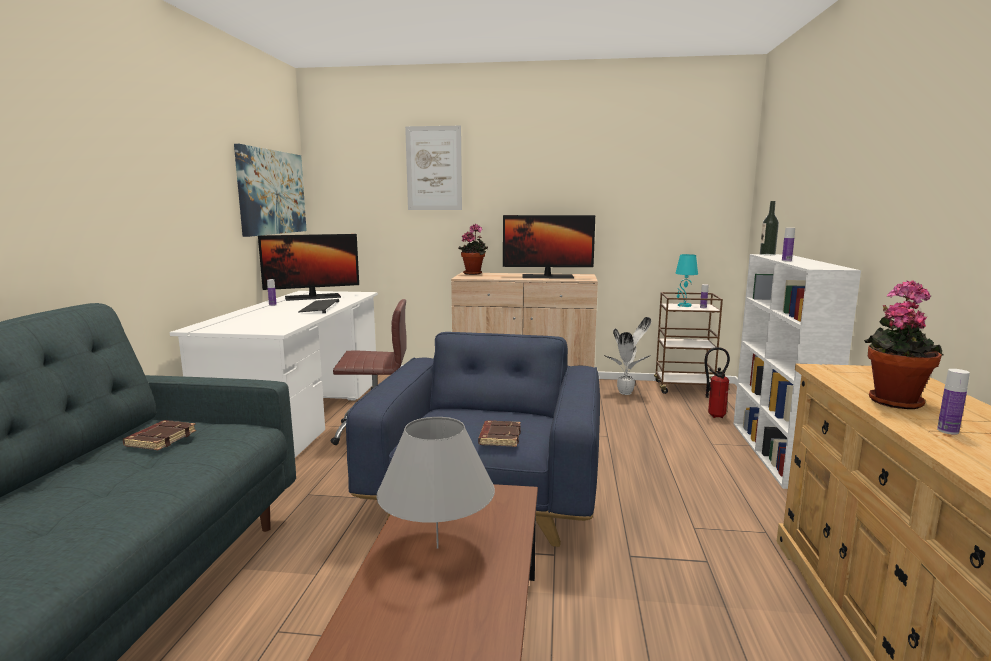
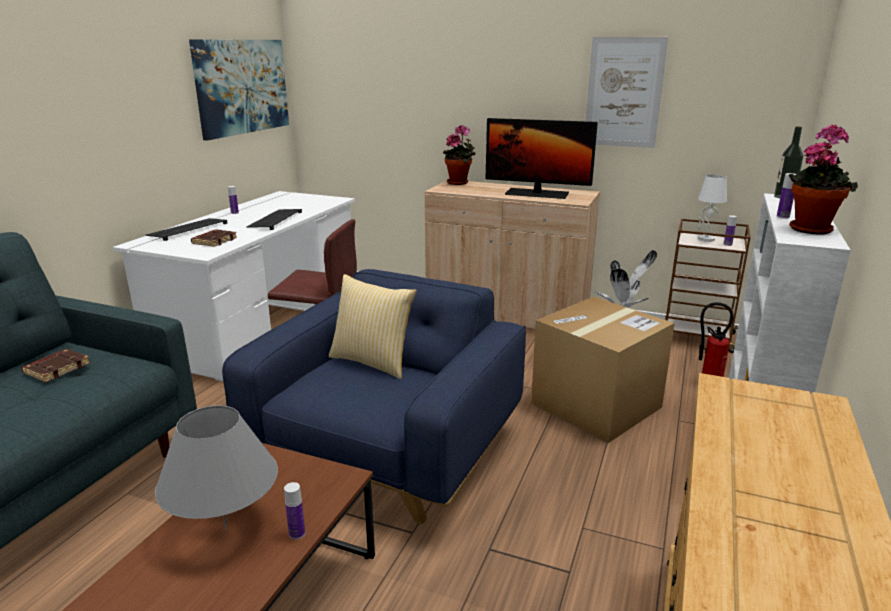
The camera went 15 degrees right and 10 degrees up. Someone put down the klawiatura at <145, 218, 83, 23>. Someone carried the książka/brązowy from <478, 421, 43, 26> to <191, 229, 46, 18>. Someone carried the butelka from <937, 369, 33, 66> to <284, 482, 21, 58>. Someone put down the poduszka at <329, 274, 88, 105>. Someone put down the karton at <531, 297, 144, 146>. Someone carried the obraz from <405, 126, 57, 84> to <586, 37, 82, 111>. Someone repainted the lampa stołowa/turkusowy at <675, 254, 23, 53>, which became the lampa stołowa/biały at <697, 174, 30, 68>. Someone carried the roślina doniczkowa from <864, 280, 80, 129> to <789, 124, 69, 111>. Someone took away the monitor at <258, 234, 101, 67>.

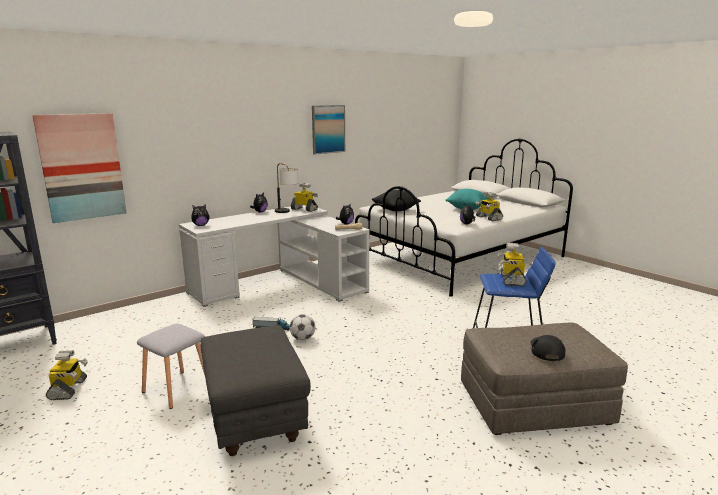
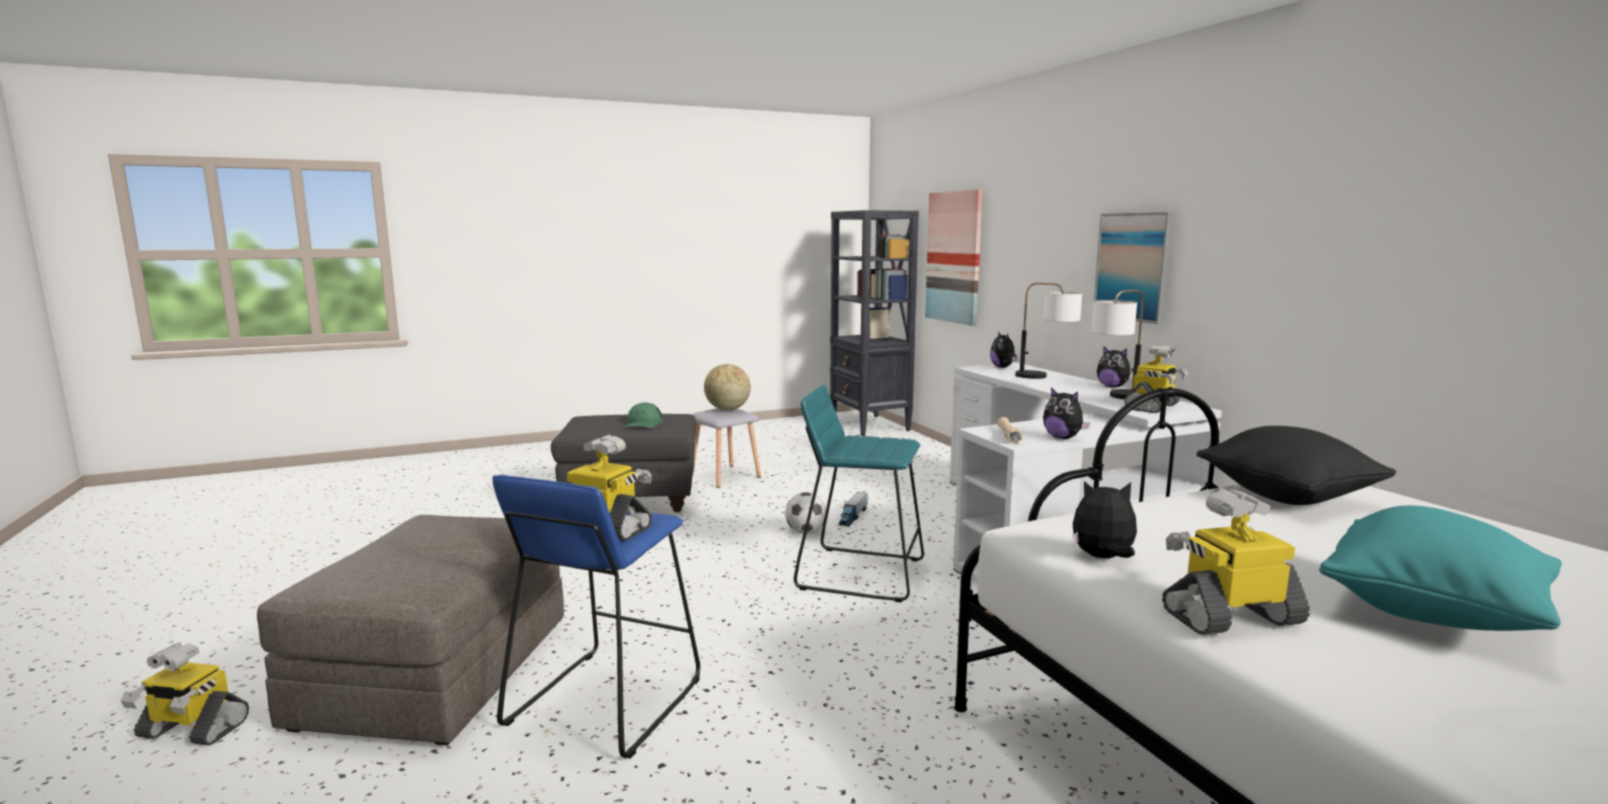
The camera went 105 degrees right and 5 degrees down. Someone carried the robot zabawkowy from <46, 350, 42, 50> to <121, 643, 128, 103>. Someone put down the czapka z daszkiem/zielony at <625, 403, 37, 25>. Someone put down the globus at <704, 364, 47, 46>. Someone put down the stołek/turkusowy at <794, 385, 130, 217>. Someone put down the lampa stołowa at <1015, 282, 67, 97>. Someone carried the obraz from <312, 105, 33, 50> to <1094, 212, 79, 112>. Someone took away the czapka z daszkiem/czarny at <530, 335, 36, 26>.

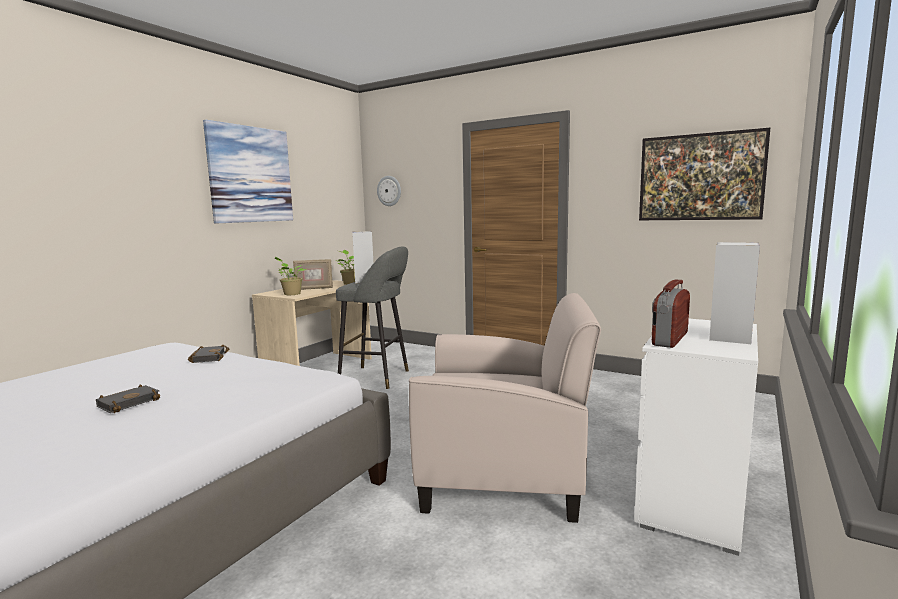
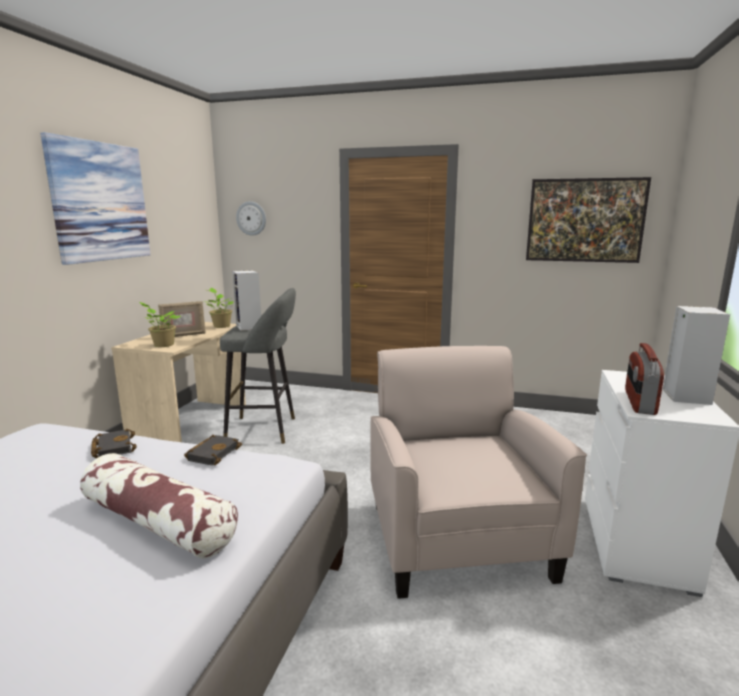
The camera went 15 degrees left and 5 degrees up. Someone put down the poduszka at <80, 453, 158, 106>. Someone carried the książka/czarny from <96, 384, 64, 29> to <184, 435, 58, 31>. Someone rotated the fotel/beżowy at <409, 293, 192, 230> by 90 degrees counterclockwise.

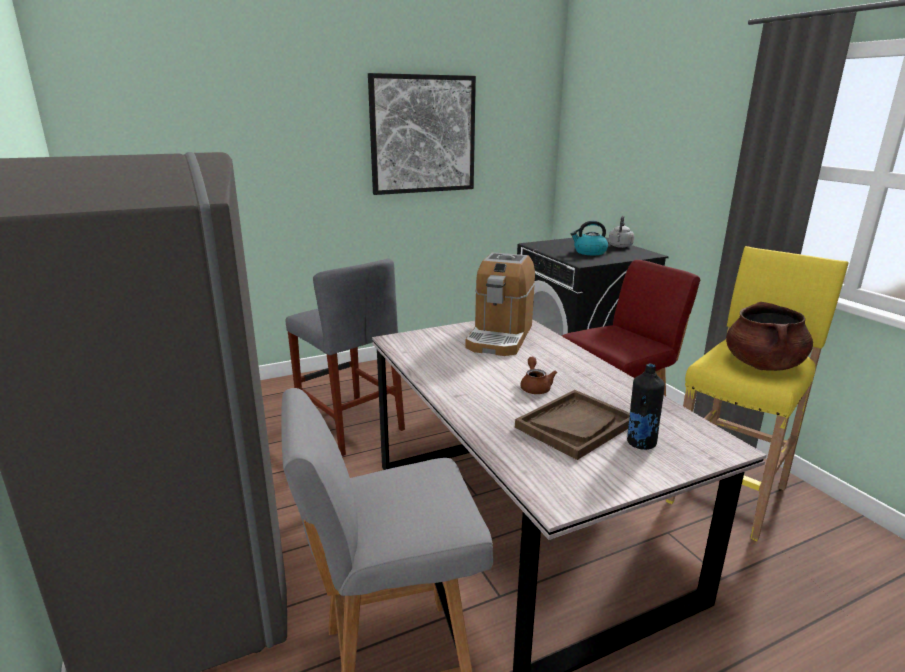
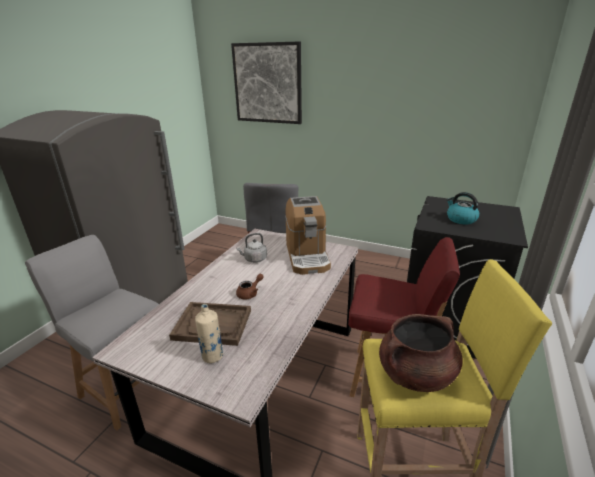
The camera went 50 degrees right and 5 degrees up. Someone repainted the butelka/czarny at <627, 364, 38, 86>, which became the butelka/beżowy at <195, 304, 28, 59>. Someone carried the obraz from <368, 73, 108, 122> to <231, 42, 71, 82>. Someone carried the czajnik/szary from <609, 215, 25, 33> to <236, 233, 31, 30>. Someone rotated the ekspres do kawy at <465, 252, 70, 104> by 75 degrees counterclockwise.

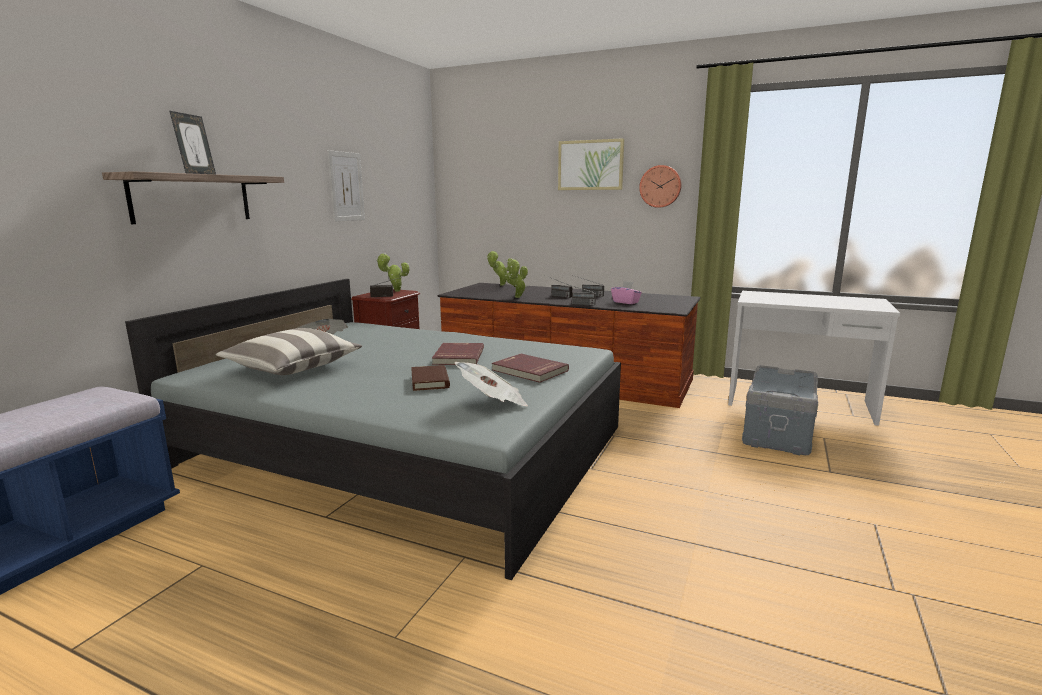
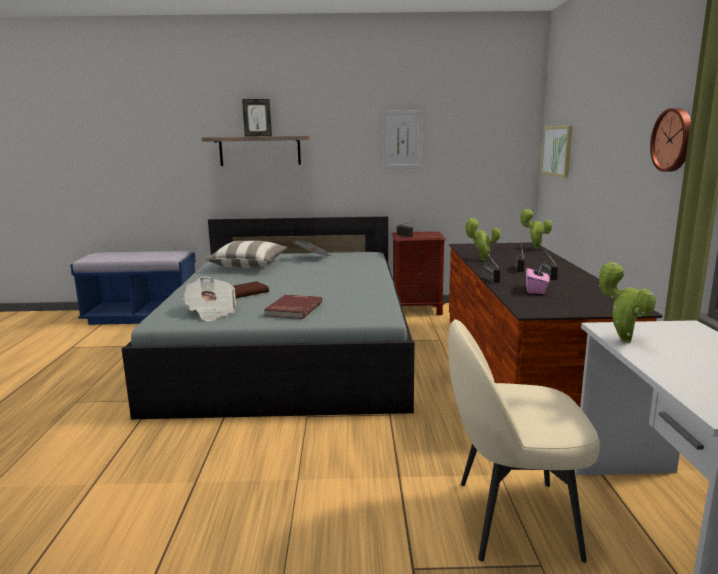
The camera went 65 degrees right and 0 degrees up. Someone swapped the pojemnik do przechowywania/szary at <742, 365, 76, 90> for the krzesło/beżowy at <449, 319, 151, 244>. Someone carried the obraz from <558, 138, 66, 52> to <541, 126, 32, 52>. Someone carried the roślina doniczkowa from <377, 253, 32, 39> to <598, 262, 58, 81>. Someone took away the książka/czerwony at <432, 343, 52, 22>.

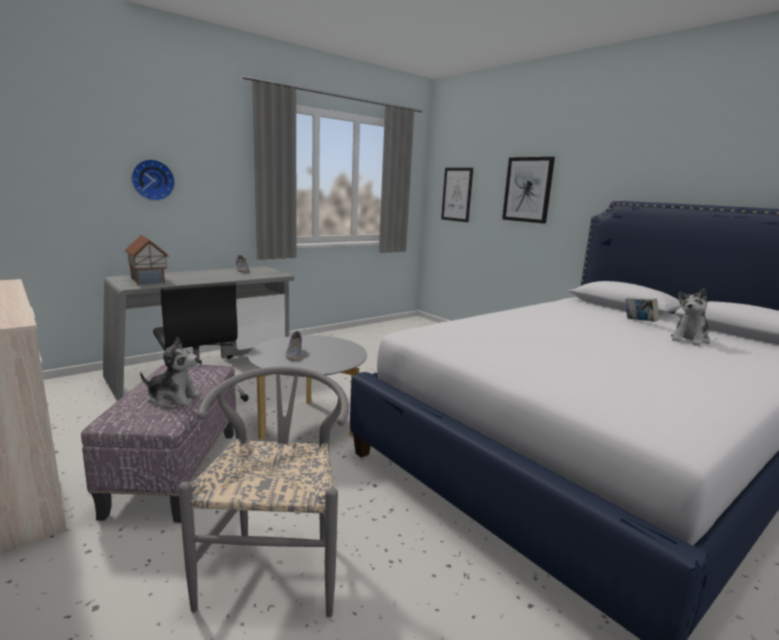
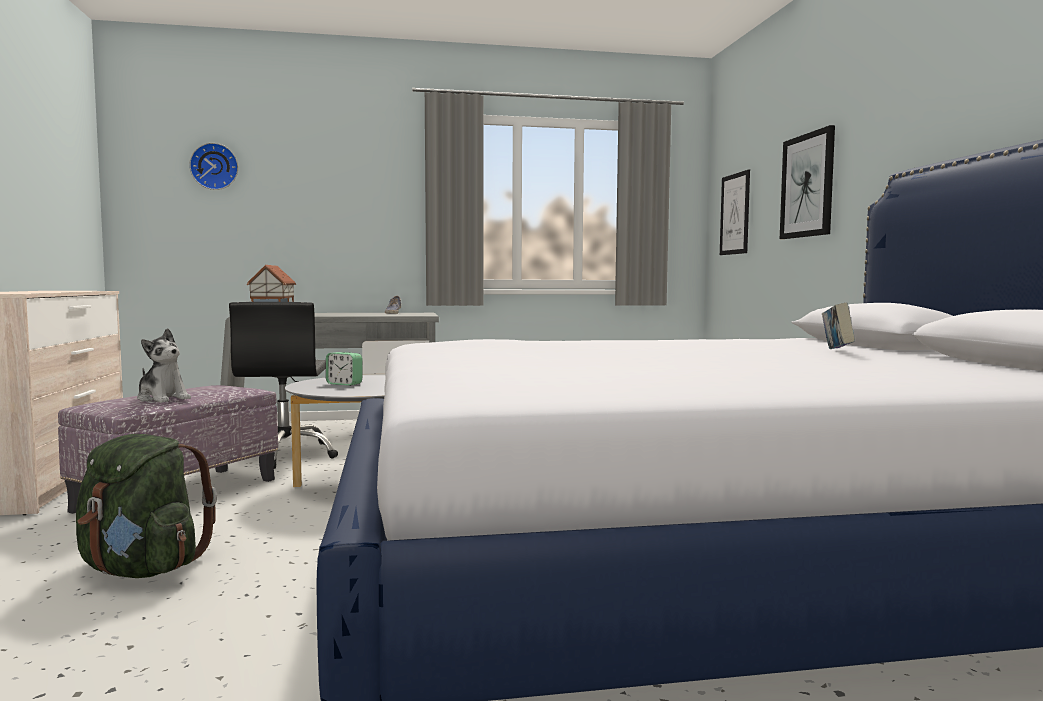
The camera went 30 degrees right and 10 degrees down. Someone swapped the krzesło/szary at <178, 366, 171, 252> for the plecak/zielony at <76, 434, 141, 144>. Someone carried the zegar ścienny from <131, 159, 44, 42> to <189, 143, 49, 47>. Someone swapped the but at <286, 331, 16, 30> for the budzik at <326, 352, 37, 34>. Someone took away the pluszak at <671, 288, 39, 58>.

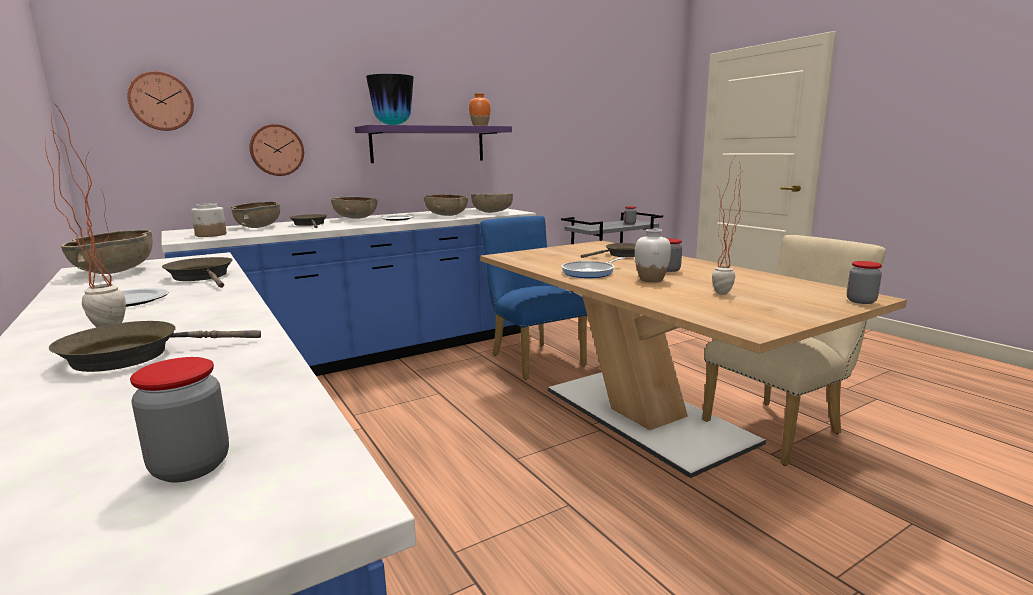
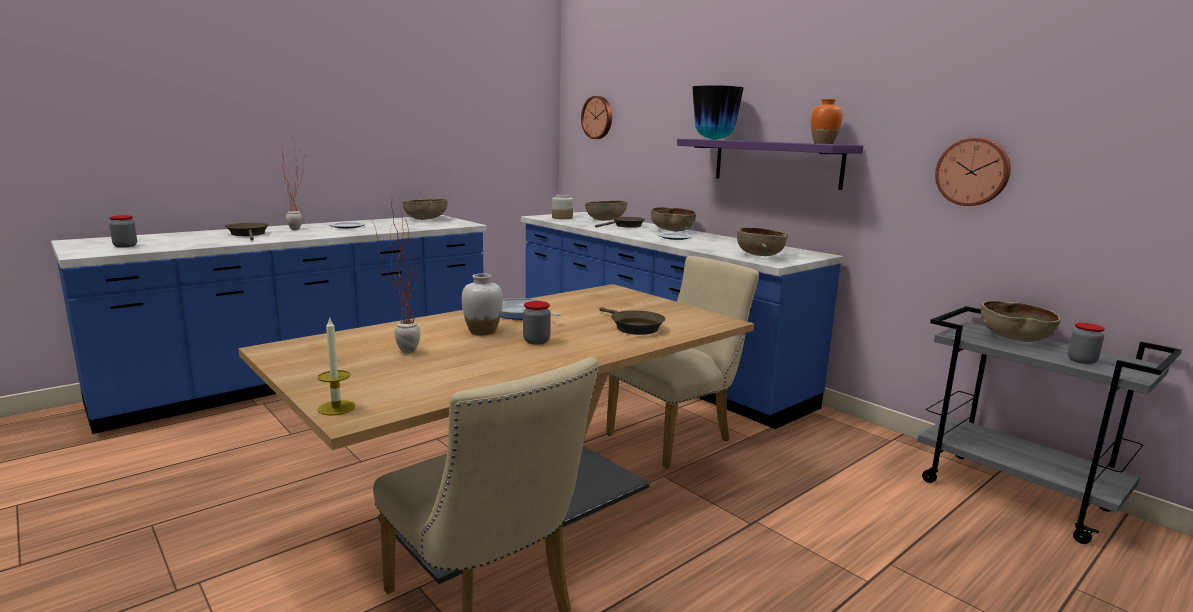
The camera went 80 degrees right and 0 degrees up. Someone swapped the słoik at <847, 261, 35, 43> for the świeca at <318, 317, 37, 99>. Someone repainted the krzesło/niebieski at <480, 216, 107, 164>, which became the krzesło/beżowy at <606, 256, 154, 213>. Someone carried the zegar ścienny from <249, 124, 55, 52> to <935, 138, 76, 68>. Someone carried the miska/brązowy from <424, 194, 44, 22> to <981, 301, 80, 41>. Someone took away the patelnia/brązowy at <162, 257, 71, 31>.

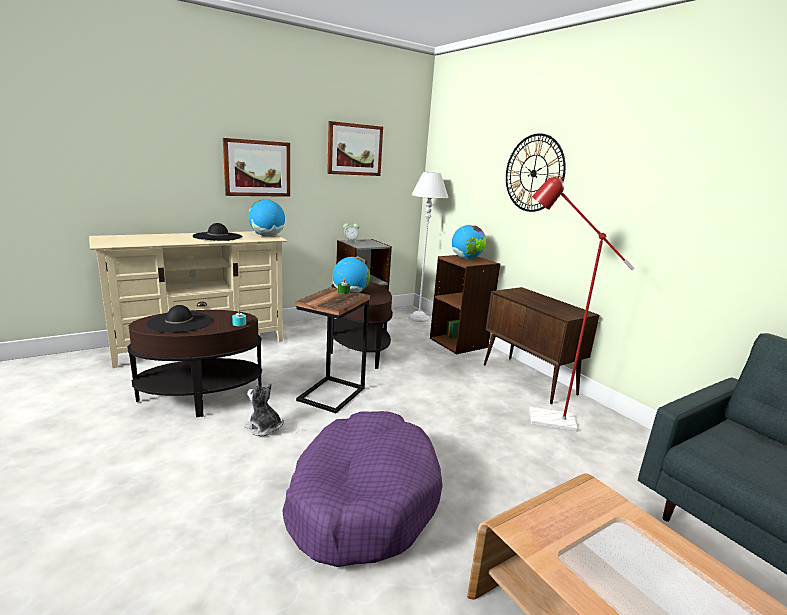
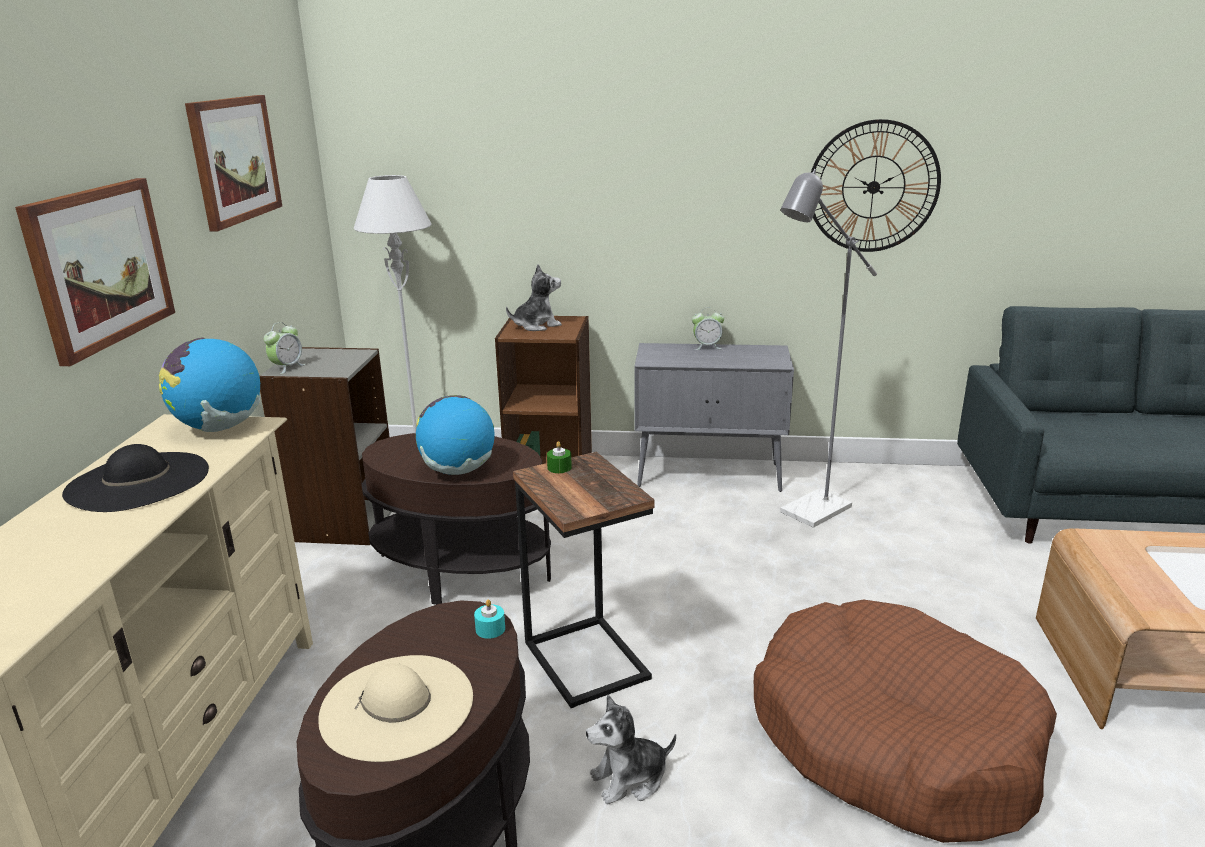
The camera went 50 degrees left and 5 degrees up. Someone repainted the kapelusz/czarny at <146, 305, 66, 28>, which became the kapelusz/beżowy at <318, 655, 155, 107>. Someone swapped the globus at <452, 225, 34, 34> for the pluszak at <506, 264, 56, 67>. Someone repainted the szafka/brązowy at <484, 287, 115, 117>, which became the szafka/szary at <634, 343, 160, 149>. Someone put down the budzik at <692, 308, 32, 42>. Someone repainted the legowisko/fioletowy at <282, 411, 161, 156>, which became the legowisko/brązowy at <754, 599, 303, 244>. Someone repainted the lampa stojąca/czerwony at <529, 176, 106, 256>, which became the lampa stojąca/szary at <780, 169, 97, 359>. Someone carried the zegar ścienny from <506, 133, 60, 79> to <811, 119, 130, 133>.

